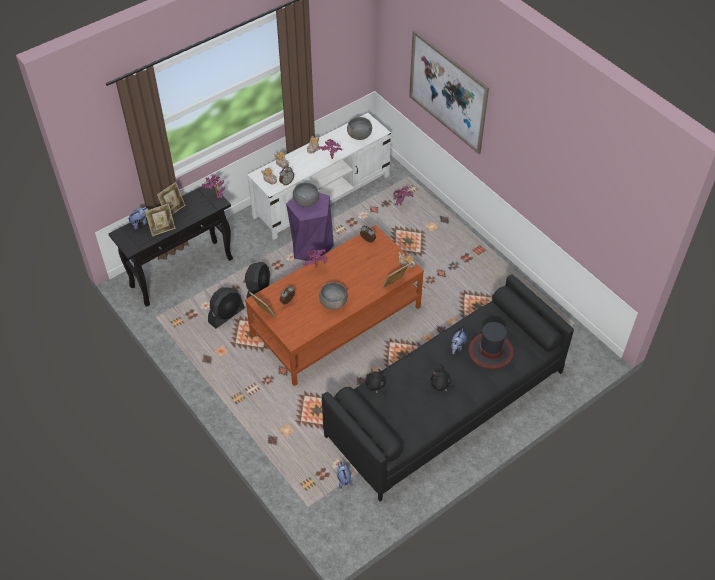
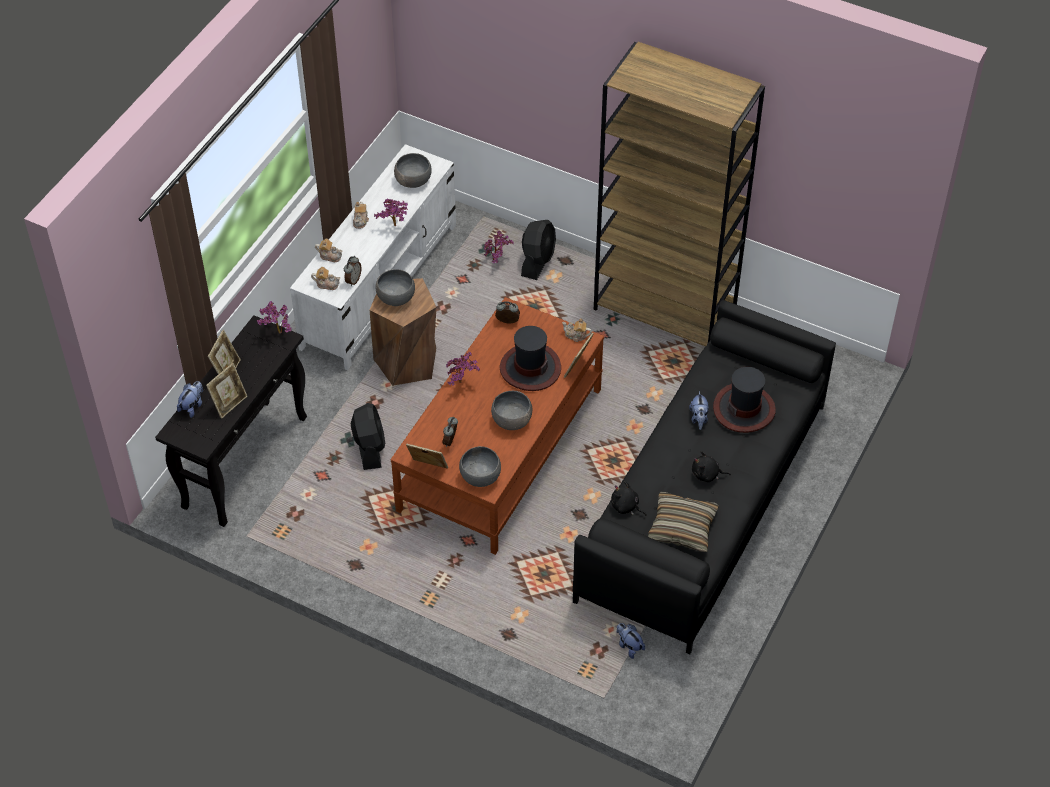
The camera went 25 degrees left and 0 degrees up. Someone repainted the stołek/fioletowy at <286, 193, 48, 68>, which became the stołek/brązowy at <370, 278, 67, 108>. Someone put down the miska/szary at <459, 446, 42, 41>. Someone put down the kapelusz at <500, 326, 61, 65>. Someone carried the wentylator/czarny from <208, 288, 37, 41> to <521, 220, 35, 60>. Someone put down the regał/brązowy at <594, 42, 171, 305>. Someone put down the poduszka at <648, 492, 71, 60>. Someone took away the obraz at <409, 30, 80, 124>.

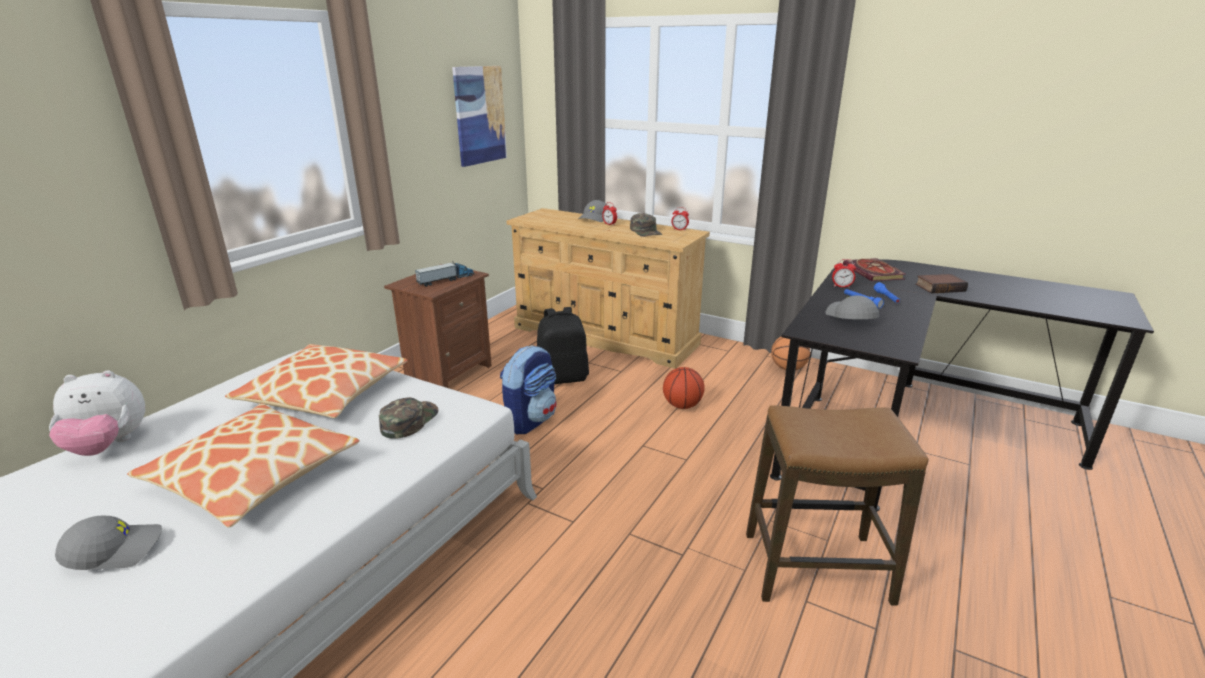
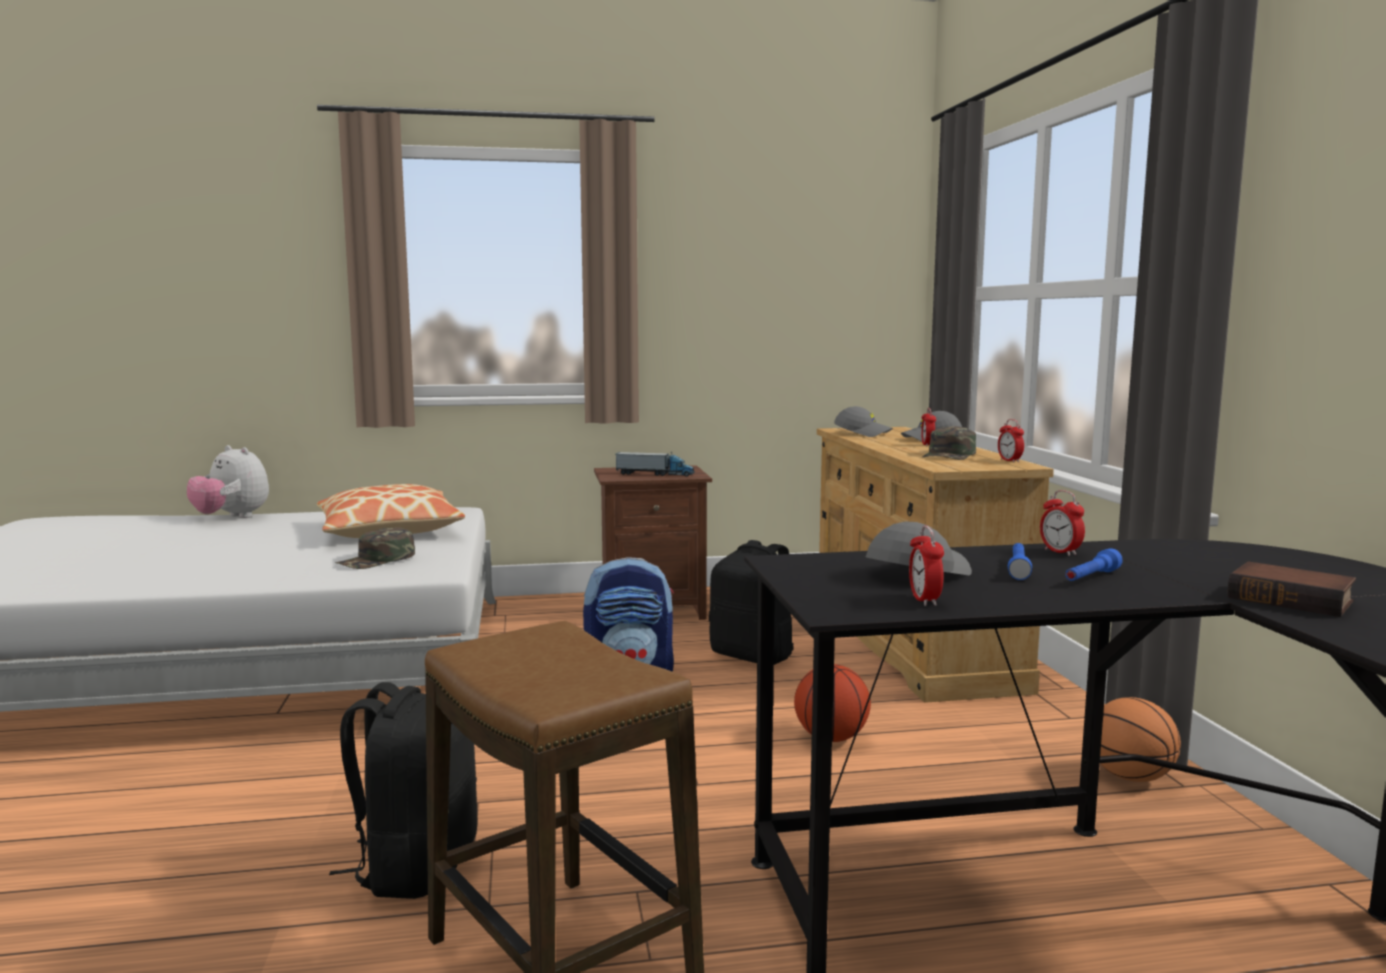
The camera went 50 degrees right and 15 degrees down. Someone put down the plecak/czarny at <329, 682, 149, 217>. Someone rotated the czapka z daszkiem/zielony at <379, 397, 59, 42> by 150 degrees clockwise. Someone carried the czapka z daszkiem/szary from <55, 516, 107, 54> to <834, 406, 59, 31>. Someone put down the budzik at <909, 526, 35, 80>. Someone took away the poduszka at <127, 403, 232, 125>. Someone took away the obraz at <452, 66, 55, 101>. Someone took away the książka at <843, 258, 63, 23>.

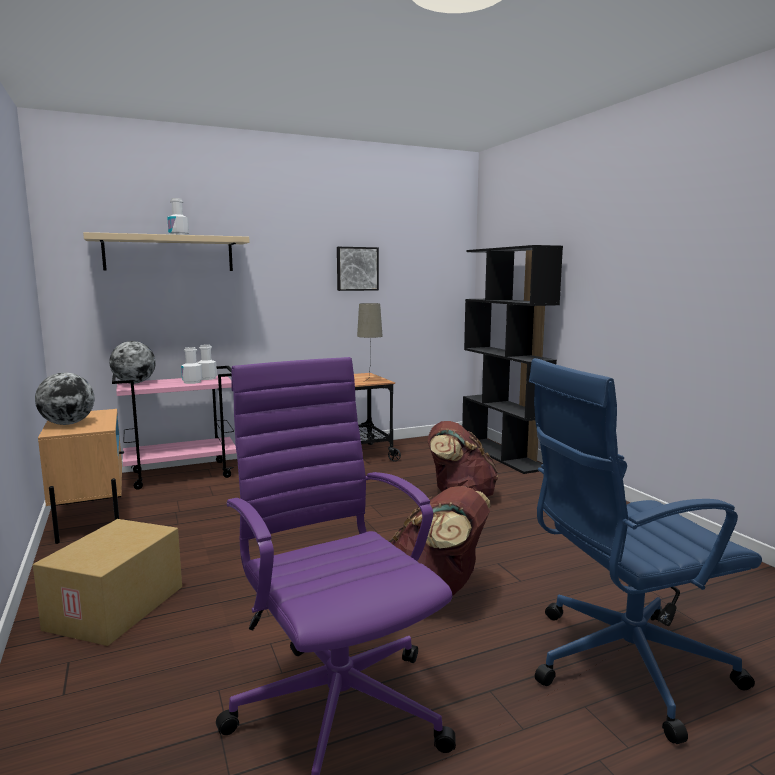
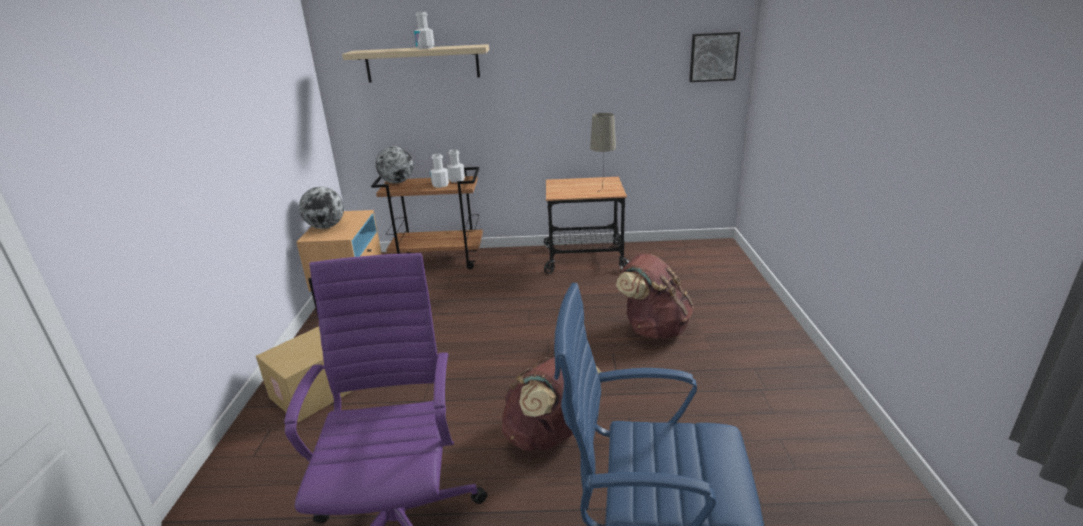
The camera went 25 degrees right and 15 degrees up. Someone repainted the wózek/różowy at <112, 366, 124, 124>, which became the wózek/brązowy at <371, 167, 112, 102>. Someone carried the obraz from <337, 247, 42, 44> to <689, 32, 51, 50>. Someone took away the regał/czarny at <462, 245, 101, 229>.

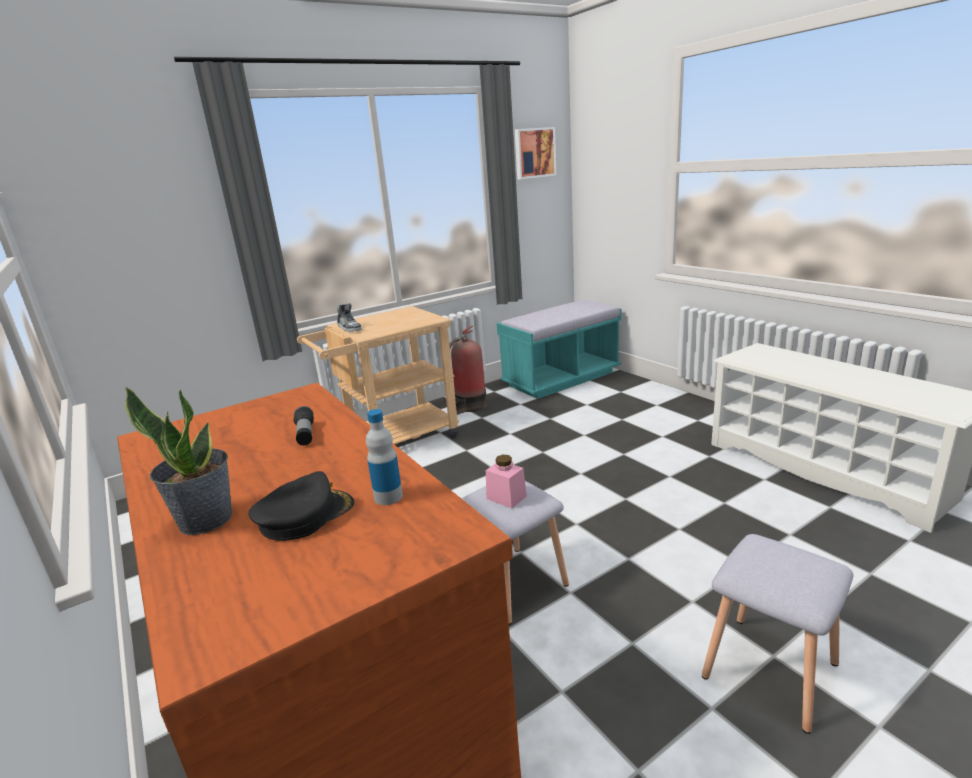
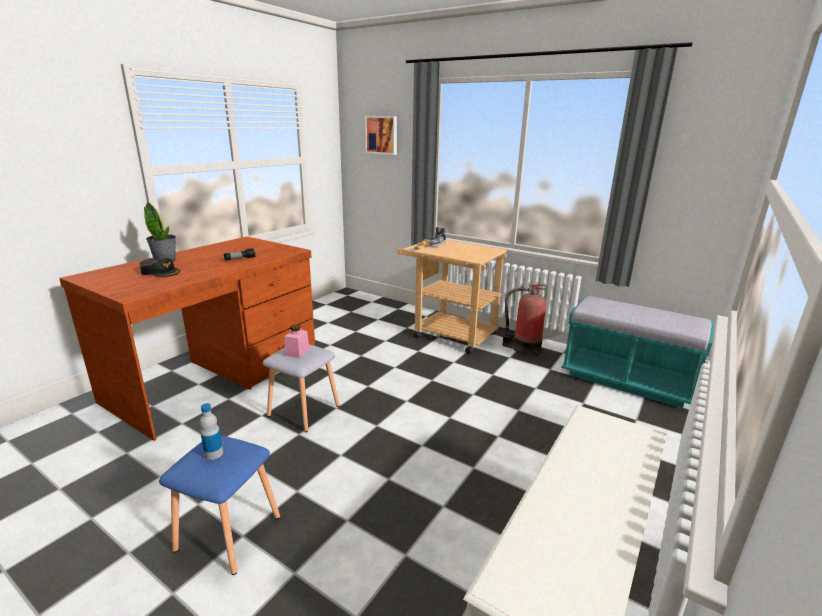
The camera went 65 degrees right and 0 degrees up. Someone repainted the stołek/szary at <702, 534, 152, 200>, which became the stołek/niebieski at <159, 436, 121, 139>. Someone carried the butelka from <366, 409, 37, 96> to <200, 403, 23, 57>. Someone carried the obraz from <515, 127, 42, 52> to <365, 116, 32, 39>.

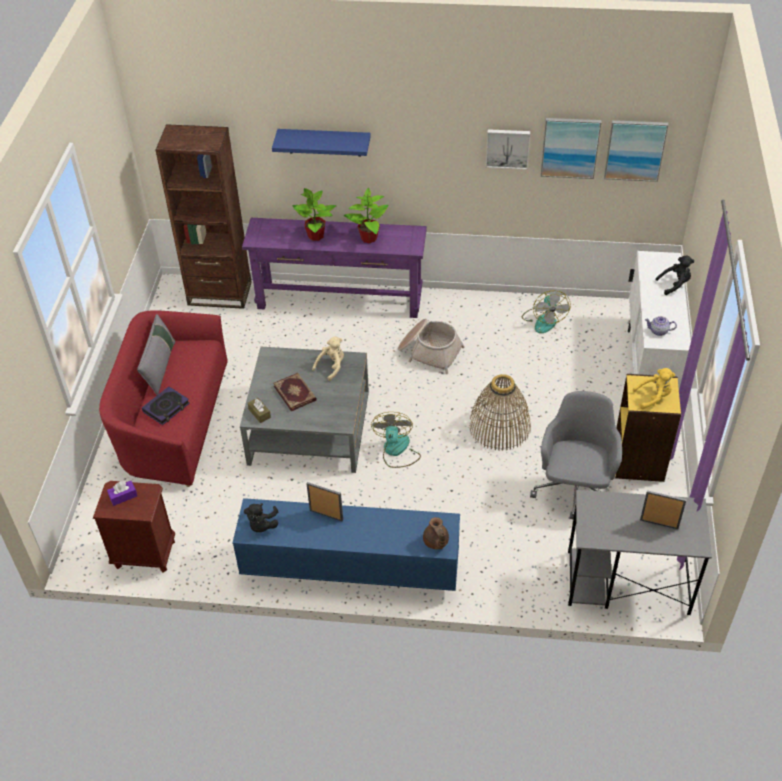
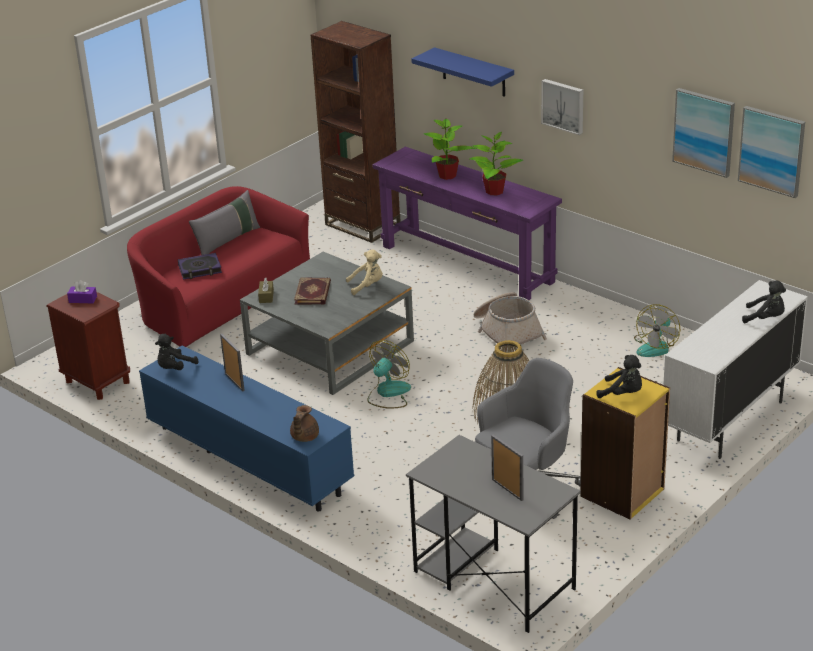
The camera went 35 degrees right and 15 degrees down. Someone carried the obraz from <486, 129, 44, 41> to <541, 79, 42, 56>. Someone repainted the pluszak/żółty at <633, 368, 42, 41>, which became the pluszak/czarny at <597, 355, 45, 43>. Someone took away the imbryk at <645, 316, 32, 20>.

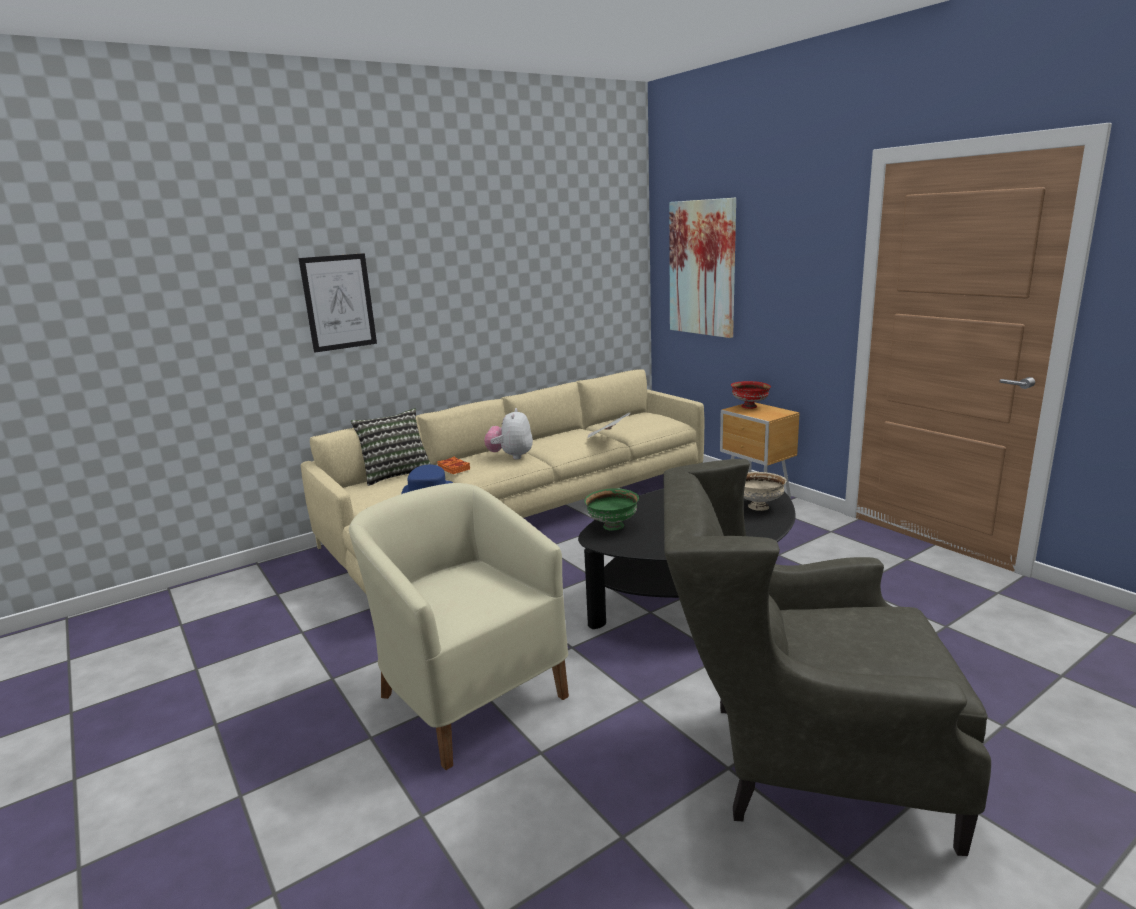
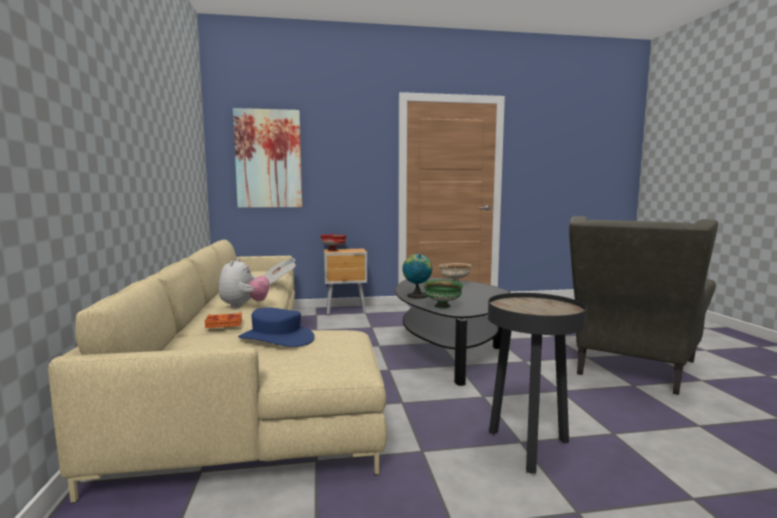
The camera went 65 degrees left and 10 degrees down. Someone rotated the pluszak at <484, 408, 49, 51> by 120 degrees counterclockwise. Someone put down the globus at <402, 254, 30, 45>. Someone swapped the fotel/beżowy at <349, 483, 220, 287> for the stolik/czarny at <488, 293, 99, 181>. Someone took away the obraz at <299, 253, 78, 100>. Someone took away the poduszka at <351, 408, 81, 78>.

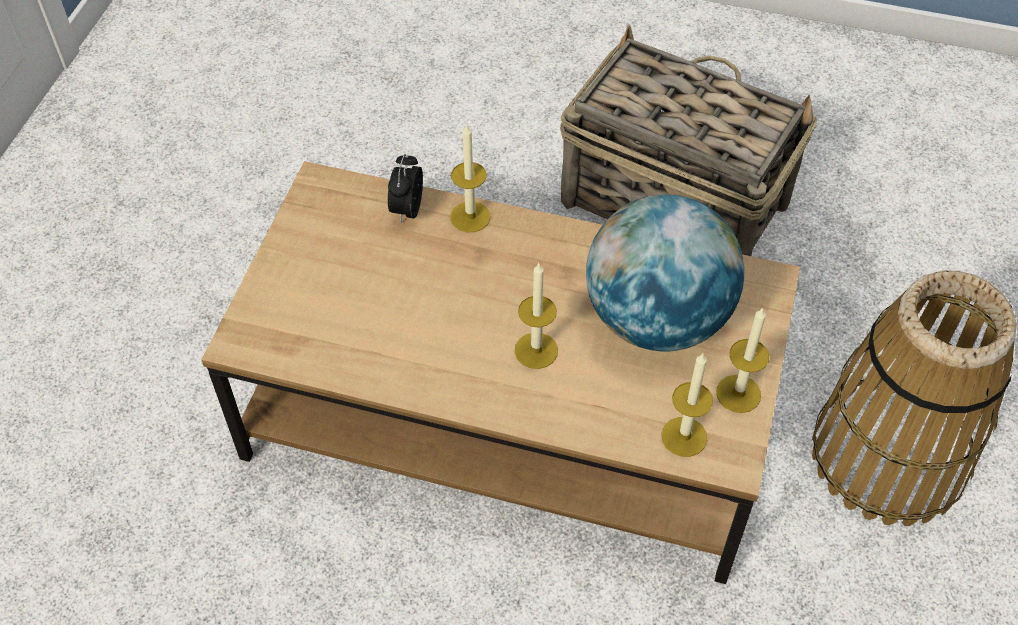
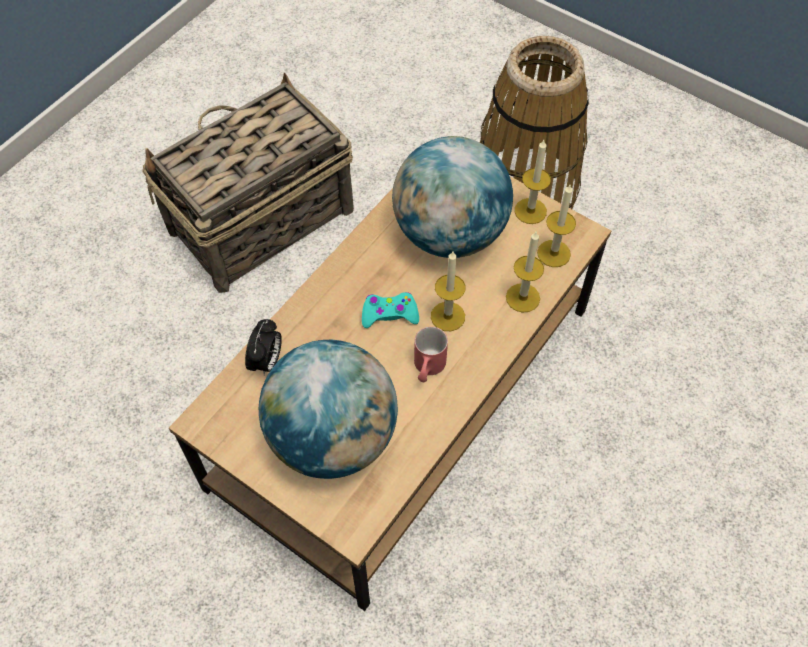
The camera went 70 degrees left and 5 degrees up. Someone rotated the budzik at <388, 154, 35, 69> by 105 degrees counterclockwise. Someone put down the globus at <259, 339, 139, 140>. Someone put down the pad do gier/turkusowy at <362, 292, 57, 36>. Someone put down the kubek/czerwony at <414, 326, 34, 56>. Someone carried the świeca from <451, 125, 40, 107> to <506, 232, 38, 81>.

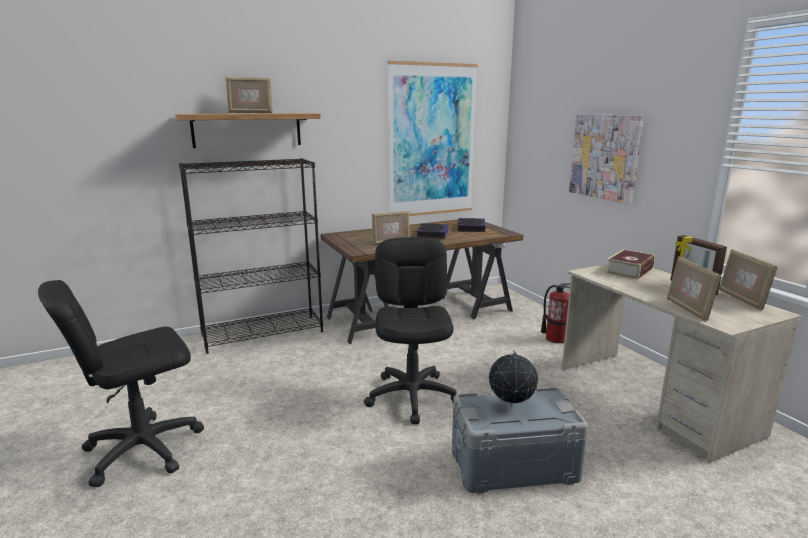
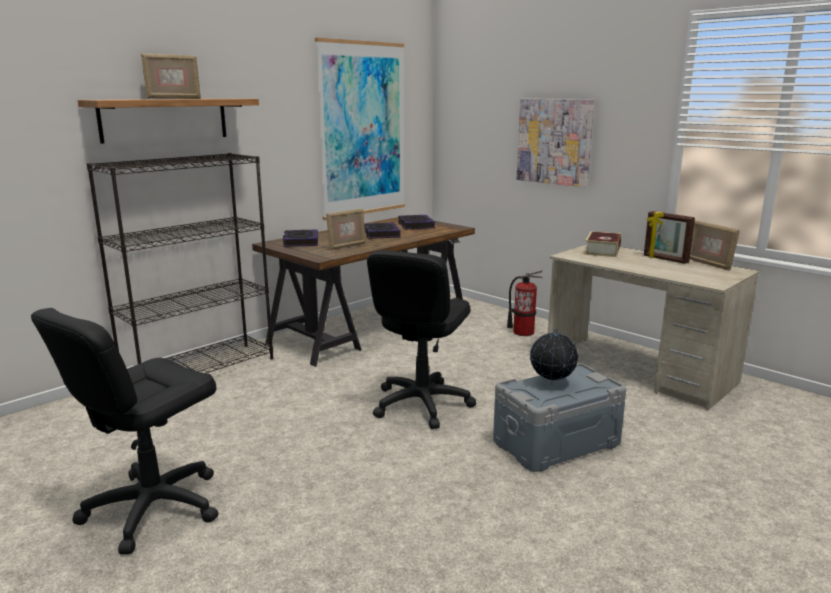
The camera went 20 degrees left and 0 degrees up. Someone put down the książka at <283, 229, 35, 18>. Someone rotated the krzesło biurowe/czarny at <364, 237, 93, 187> by 135 degrees counterclockwise. Someone took away the ramka na zdjęcie at <667, 256, 54, 66>.

